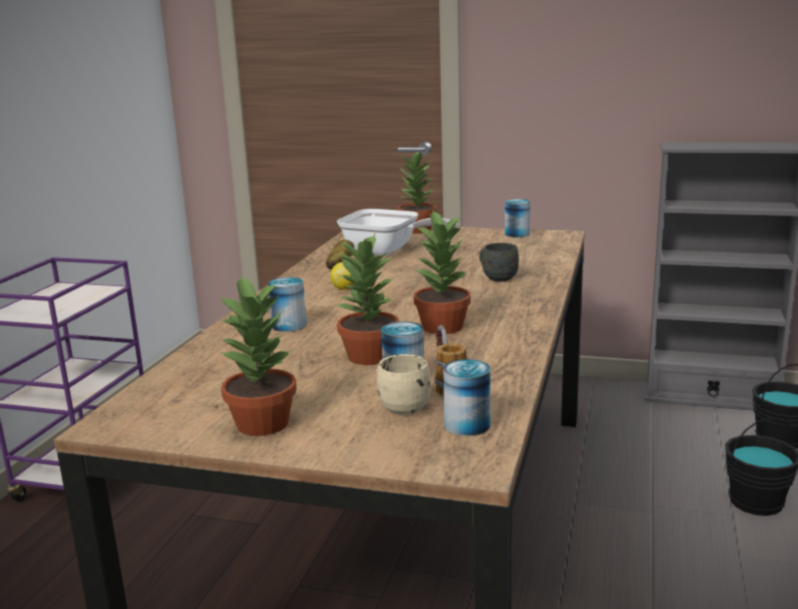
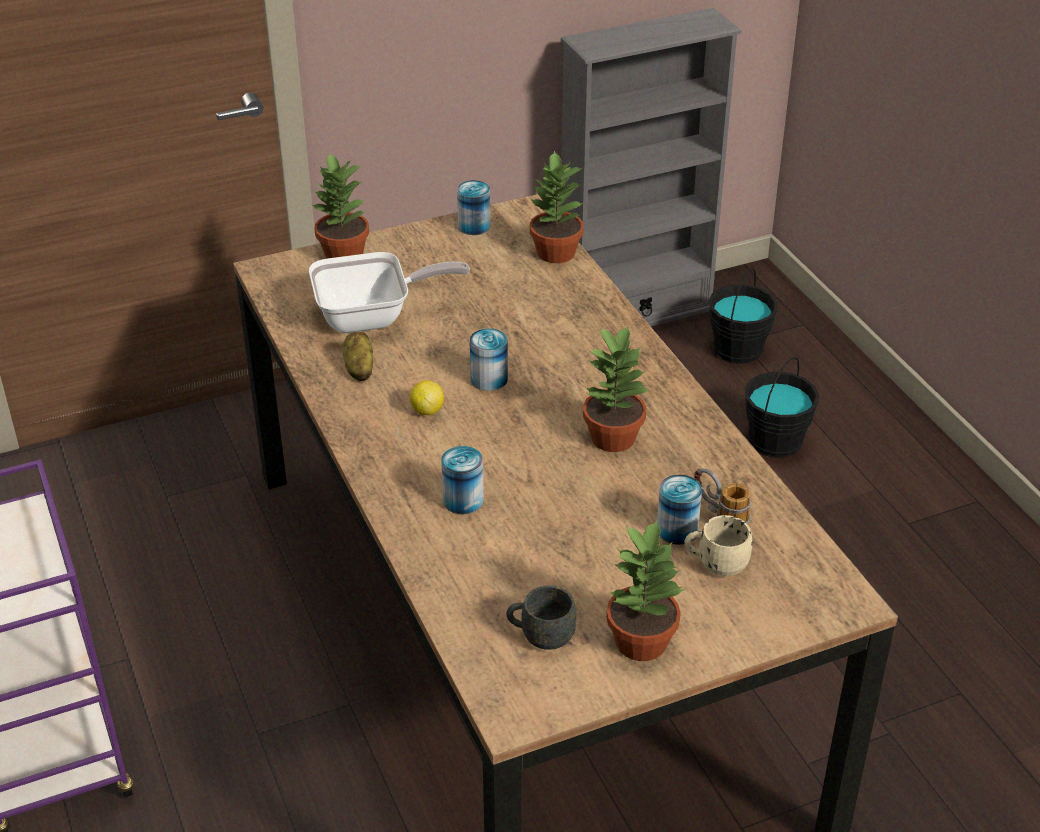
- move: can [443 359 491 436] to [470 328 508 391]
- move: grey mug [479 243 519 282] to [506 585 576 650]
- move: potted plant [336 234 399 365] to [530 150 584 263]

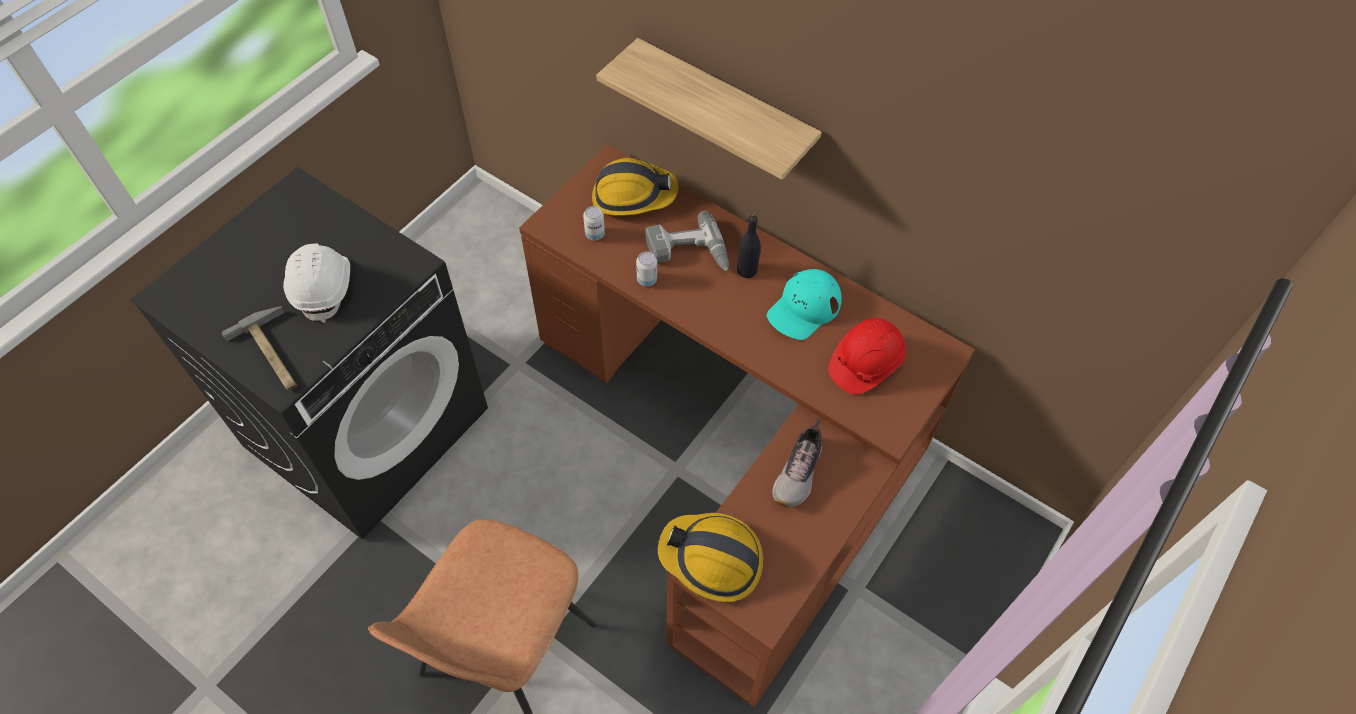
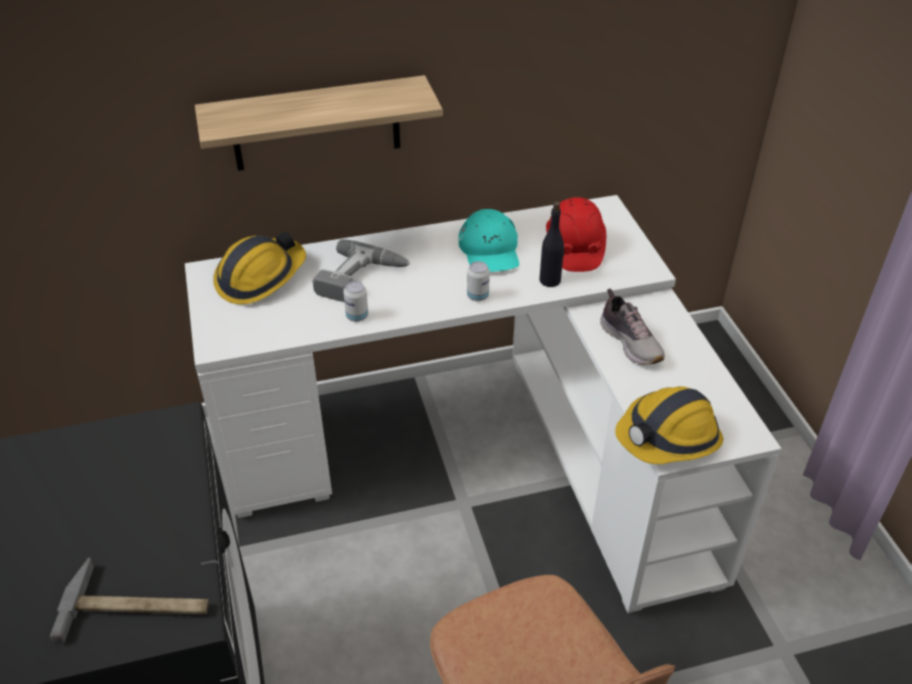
- recolor: brown desk [519 144 975 708] to white desk [185 195 781 613]
- move: can [583 206 605 240] to [467 261 490 302]
- move: black bottle [737 211 761 278] to [539 202 564 287]
- delete: white hard hat [283 244 350 323]

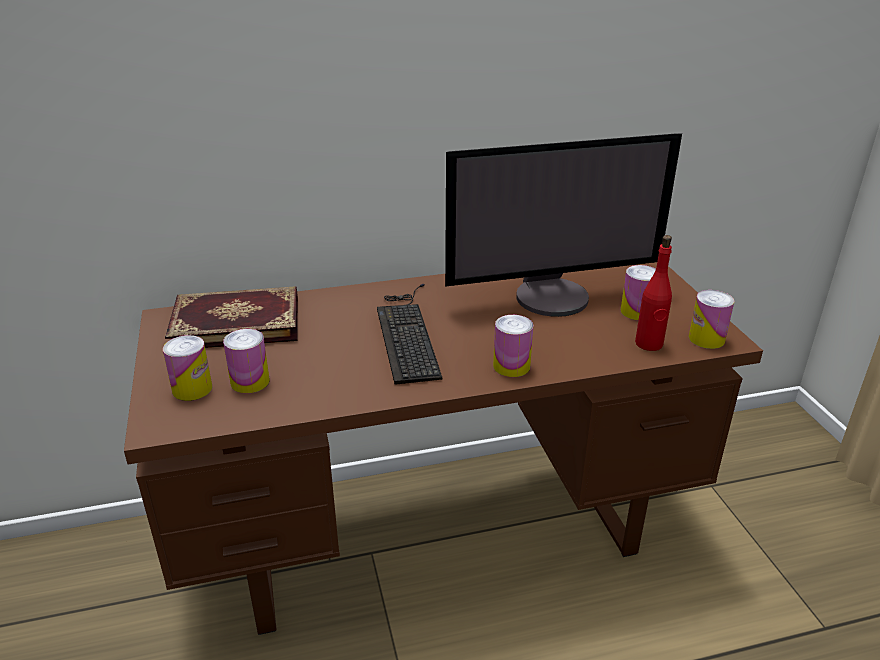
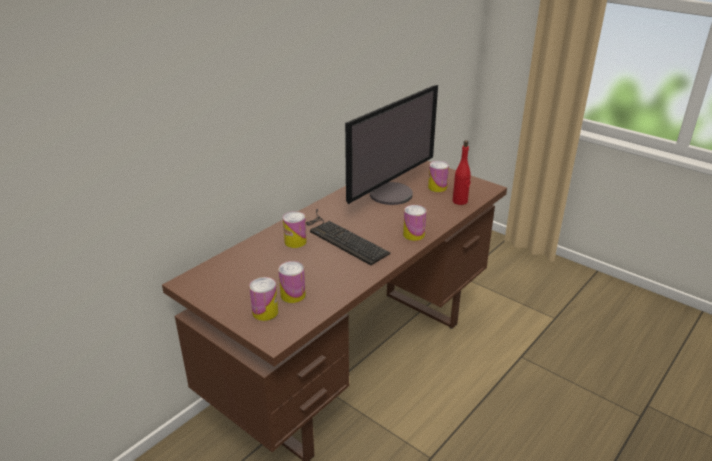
- move: can [689 290 734 349] to [283 211 307 248]
- delete: book [165 286 298 348]

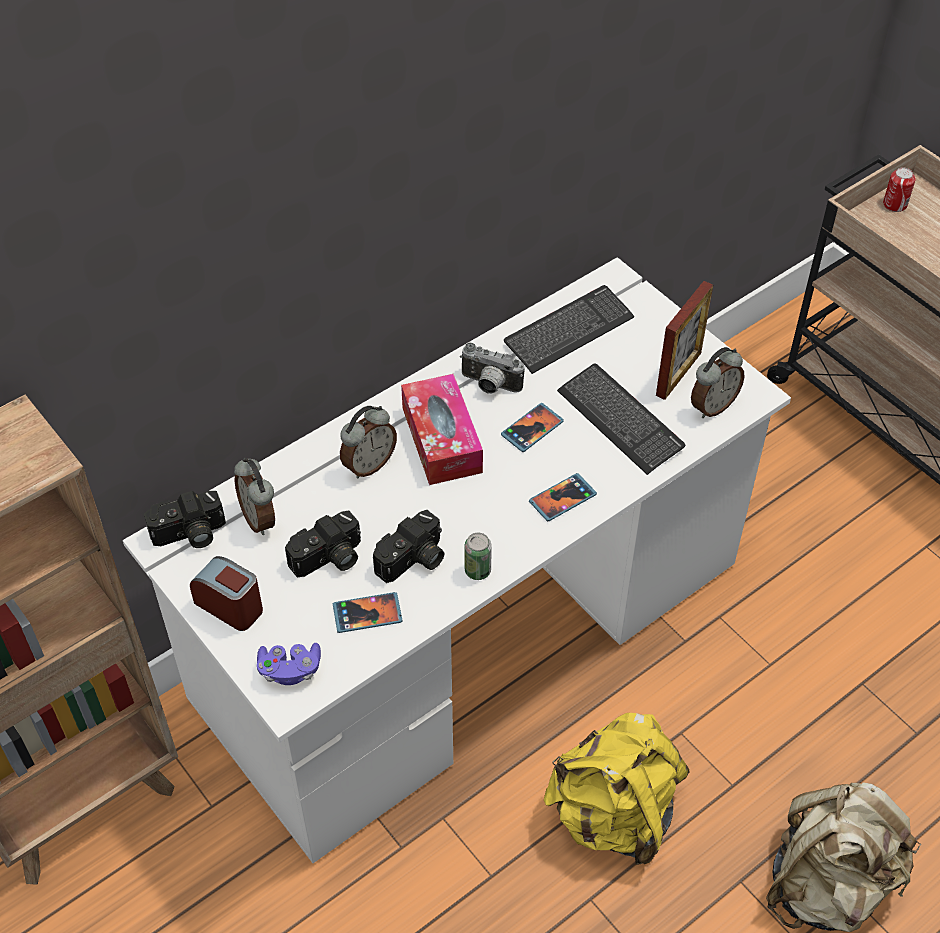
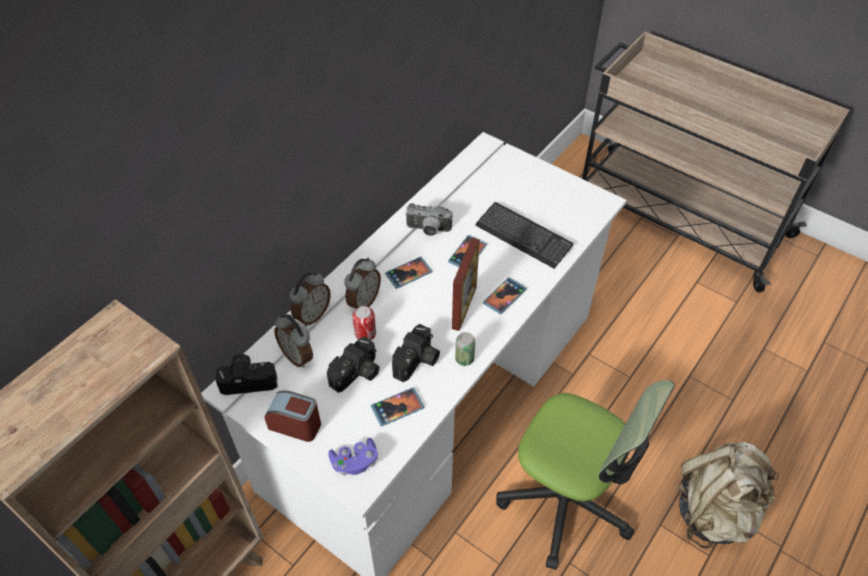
- rotate: photo camera [144 491 226 548] = [216 354 277 395] 150 degrees counterclockwise
- move: alarm clock [691 347 745 418] to [290 272 331 326]
- move: can [883 167 916 212] to [353 306 376 340]
- replace: tissue box [401 374 483 485] to phone [385 257 432 289]
- move: picture frame [656 281 713 400] to [452 238 480 331]
- replace: yellow backpack [544 713 690 865] to office chair [496 380 674 570]
- delete: keyboard [504 285 634 374]

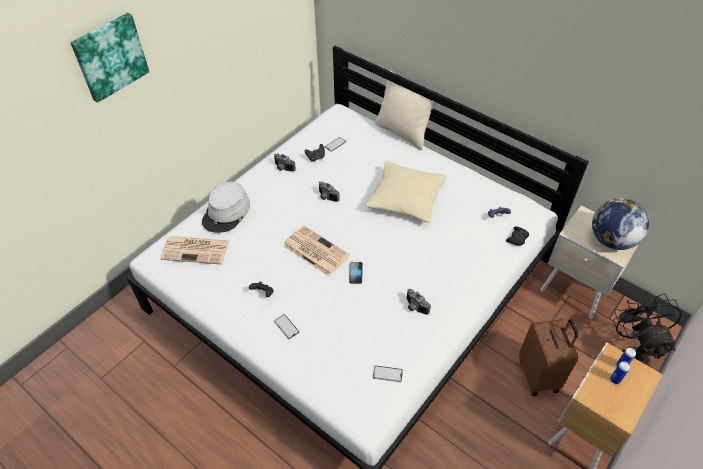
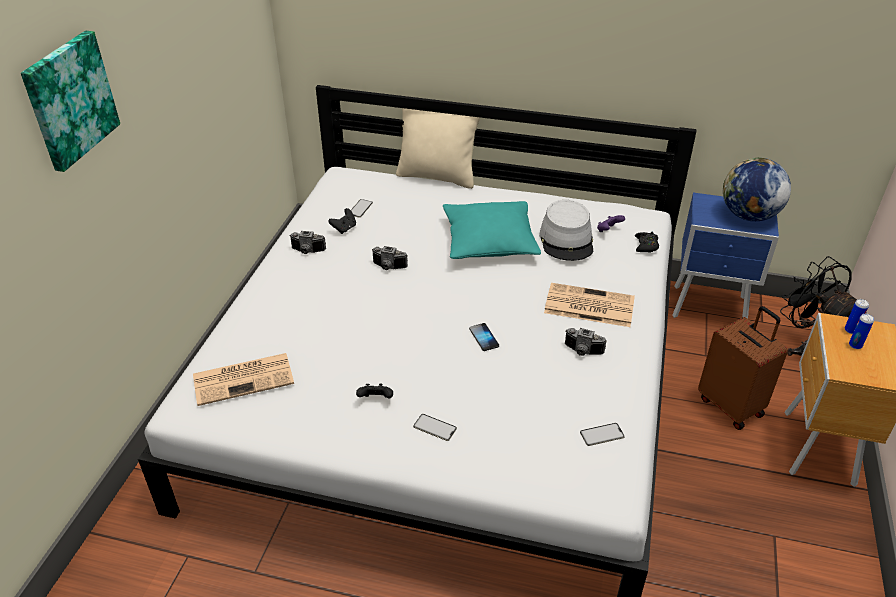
- recolor: beige pillow [365 161 446 223] to turquoise pillow [443 201 541 259]
- move: grey hat [202 182 250 233] to [539 200 593 261]
- move: newspaper [283 225 350 276] to [544 283 635 327]
- recolor: beige nightstand [541 206 639 319] to blue nightstand [672 193 779 319]

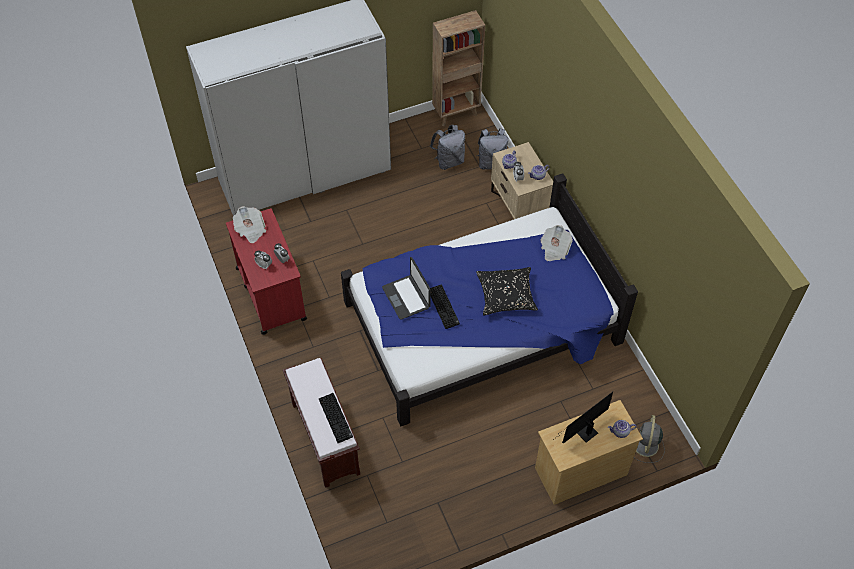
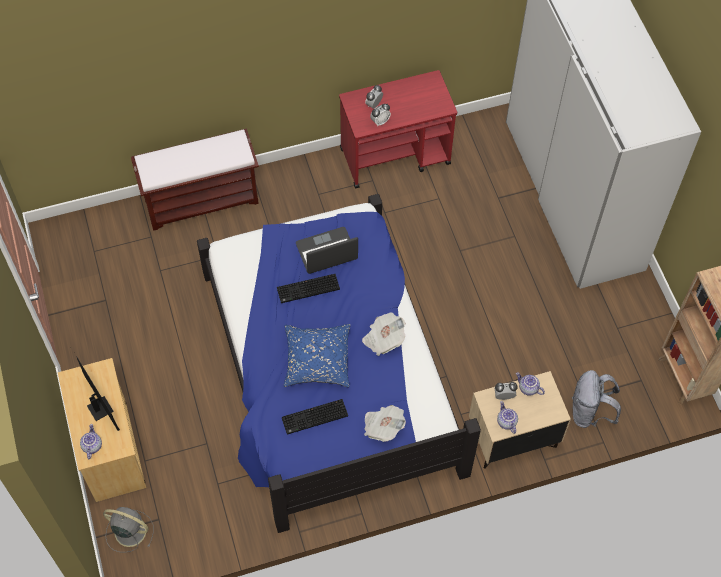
- move: keyboard [319 393 353 443] to [282 399 348 435]
- recolor: black pillow [476 267 538 315] to blue pillow [284 324 350 387]
- move: newspaper [233 206 266 243] to [362 312 406 356]
- delete: grey backpack [430 125 465 170]

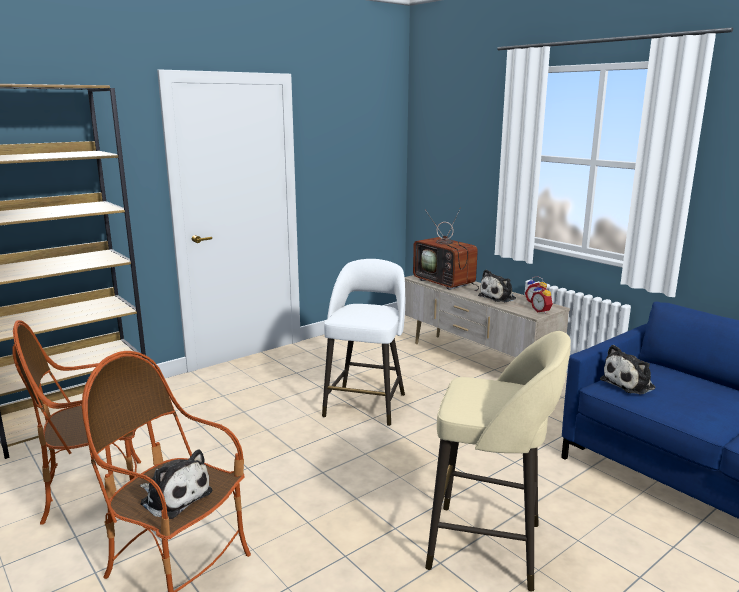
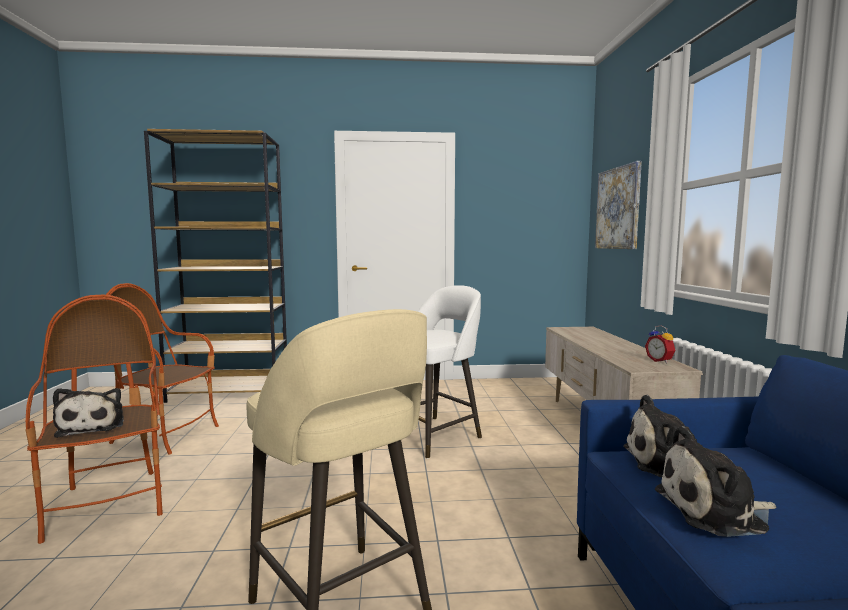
- insert: picture [595 161 642 249]
- move: plush toy [478 269 516 302] to [655 426 776 537]
- delete: television [413 207 479 291]
- delete: alarm clock [531 284 553 314]

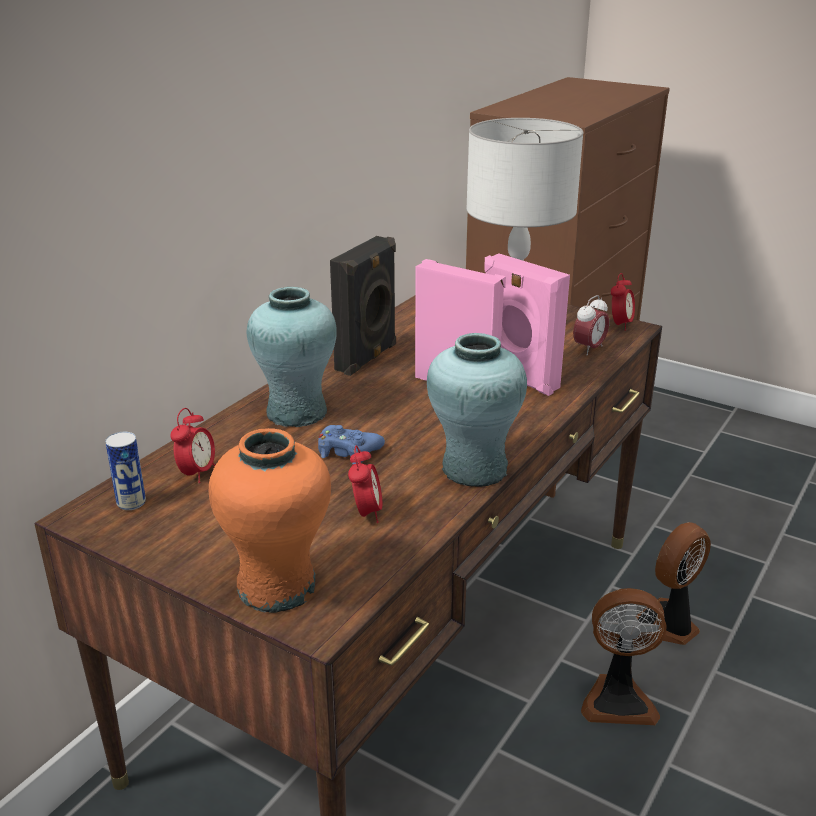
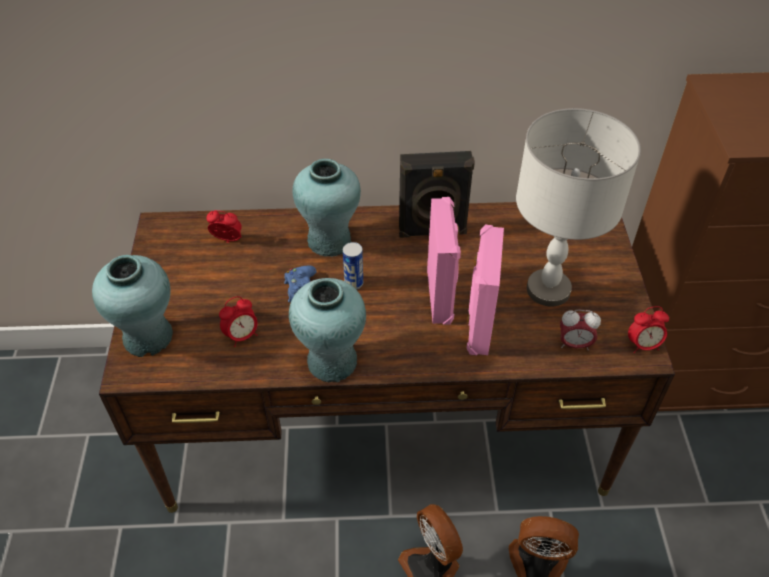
- recolor: orange vase [209 428 331 613] to turquoise vase [92 255 173 357]
- rotate: alarm clock [170 408 215 483] = [207 210 242 243] 150 degrees counterclockwise
- move: can [105 432 146 510] to [343 242 363 290]

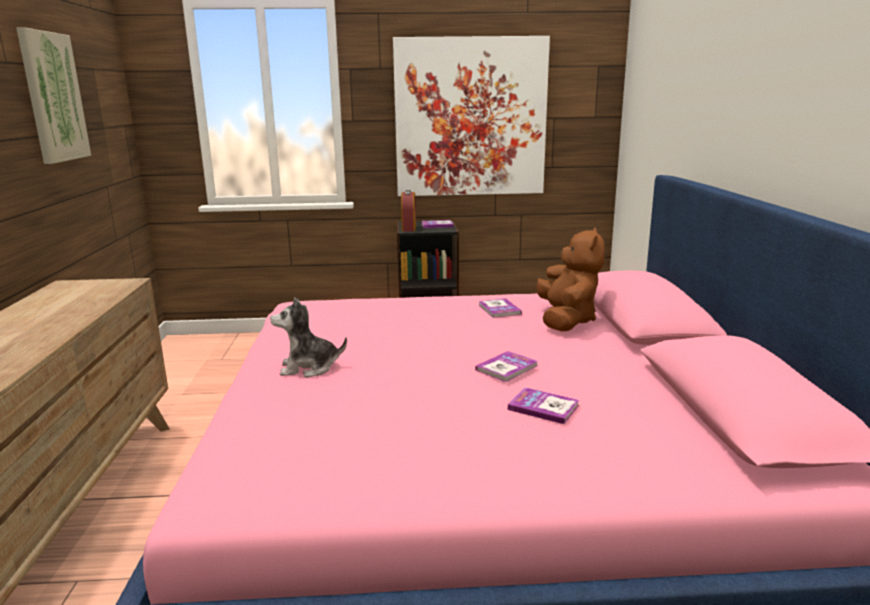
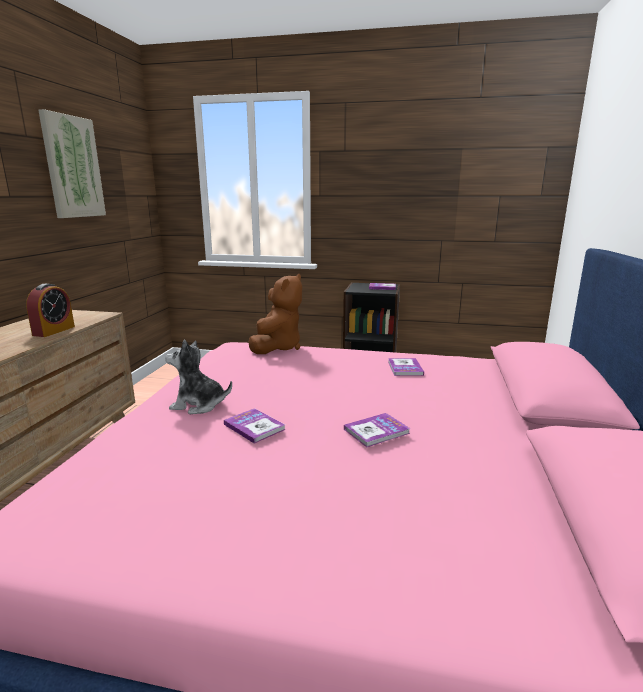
- move: alarm clock [401 190 416 231] to [26 284 75 337]
- move: book [508 387 579 424] to [224 408 285 444]
- move: brown plush toy [536 227 605 331] to [249 274 302 354]
- delete: picture [393 36 550 196]

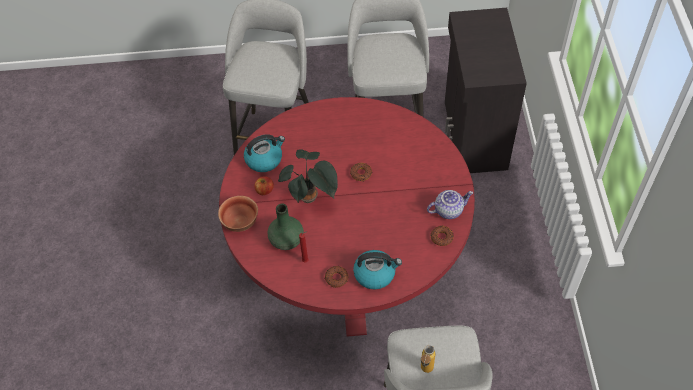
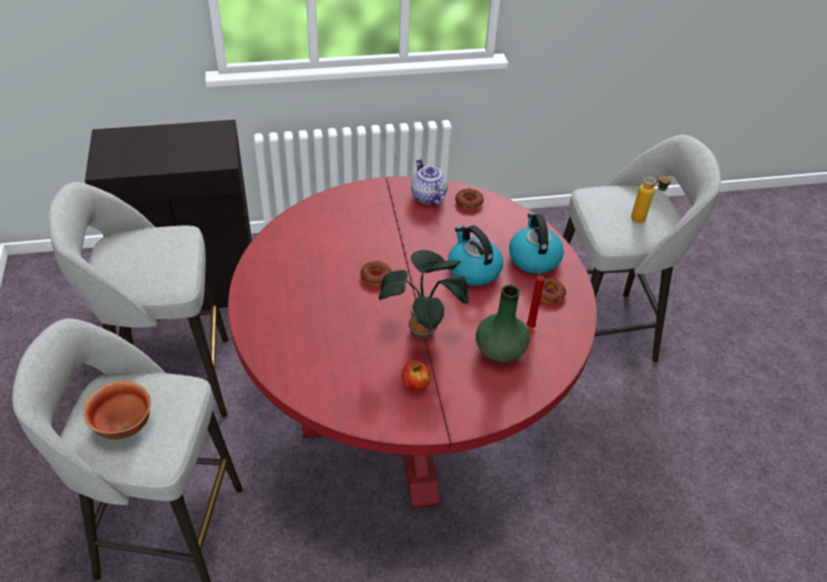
- move: bowl [218 196 258 232] to [83 381 151 440]
- move: kettle [244 134 285 172] to [448 225 503 286]

